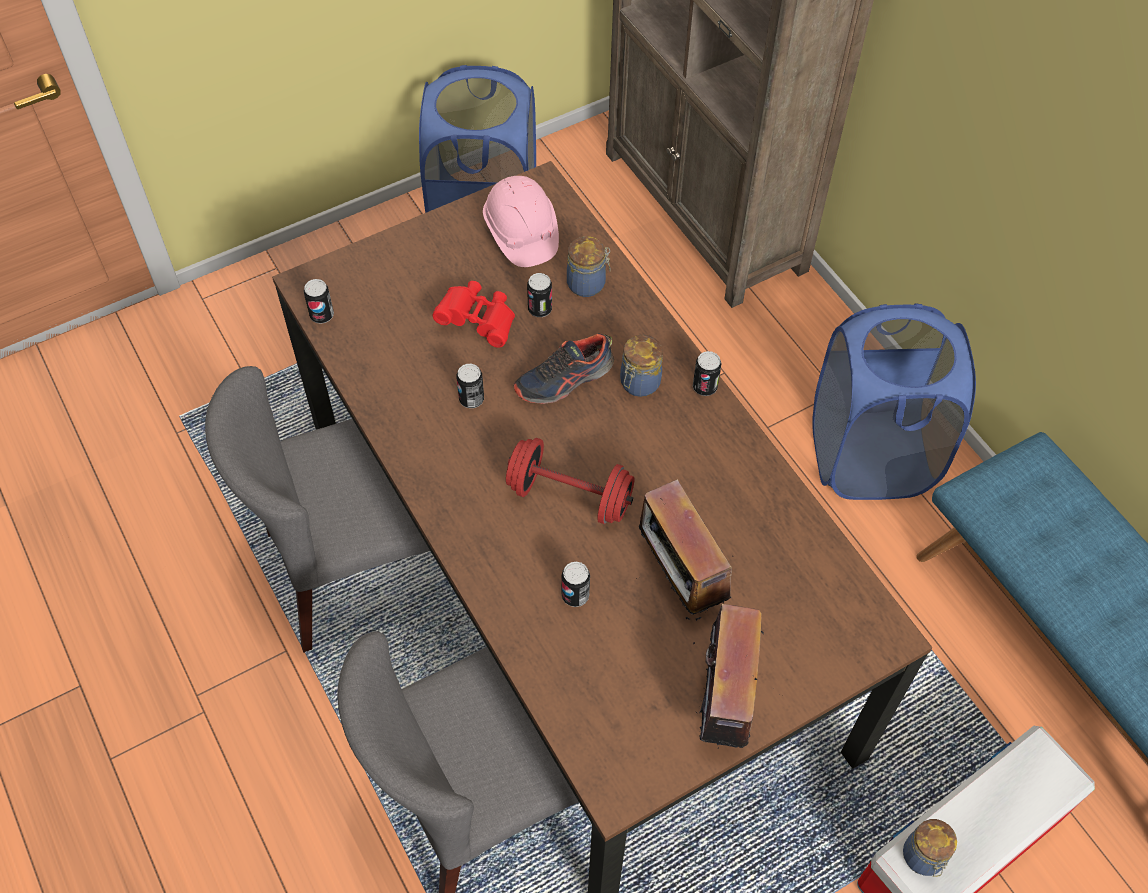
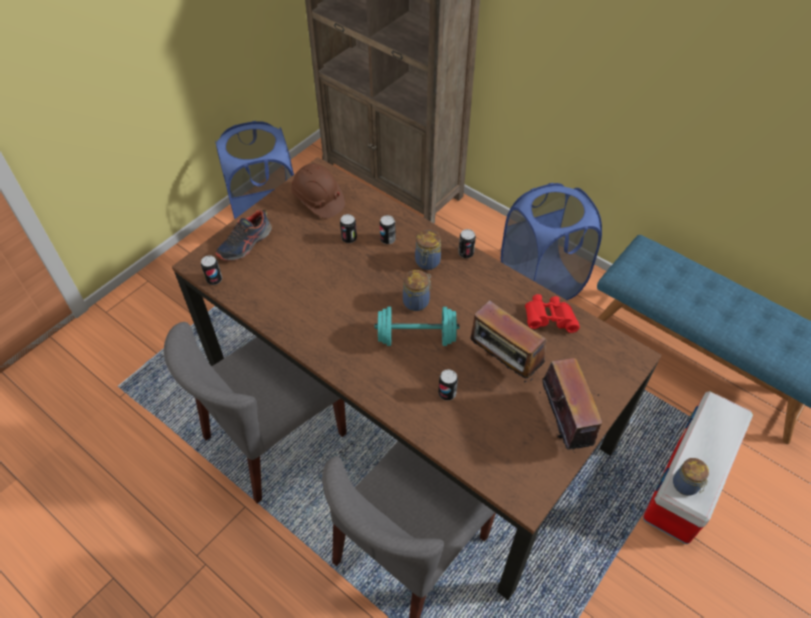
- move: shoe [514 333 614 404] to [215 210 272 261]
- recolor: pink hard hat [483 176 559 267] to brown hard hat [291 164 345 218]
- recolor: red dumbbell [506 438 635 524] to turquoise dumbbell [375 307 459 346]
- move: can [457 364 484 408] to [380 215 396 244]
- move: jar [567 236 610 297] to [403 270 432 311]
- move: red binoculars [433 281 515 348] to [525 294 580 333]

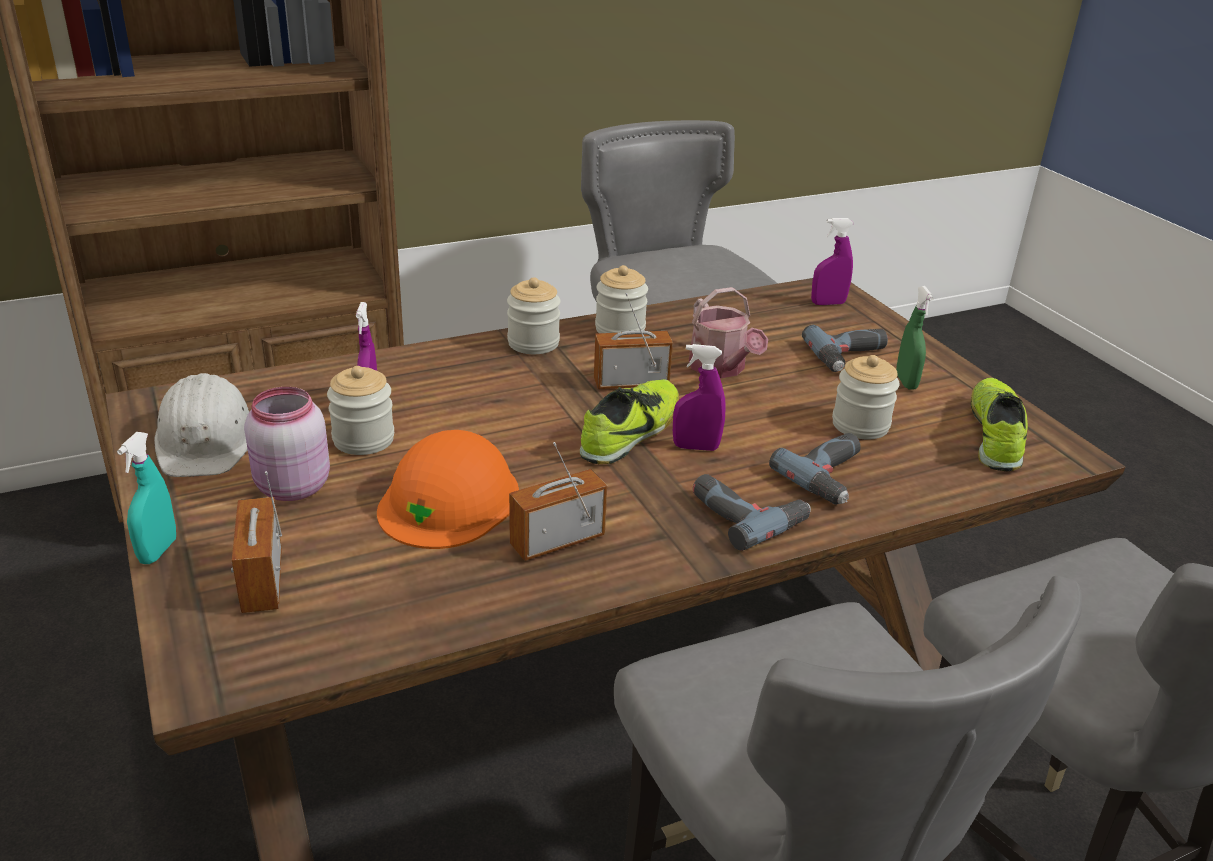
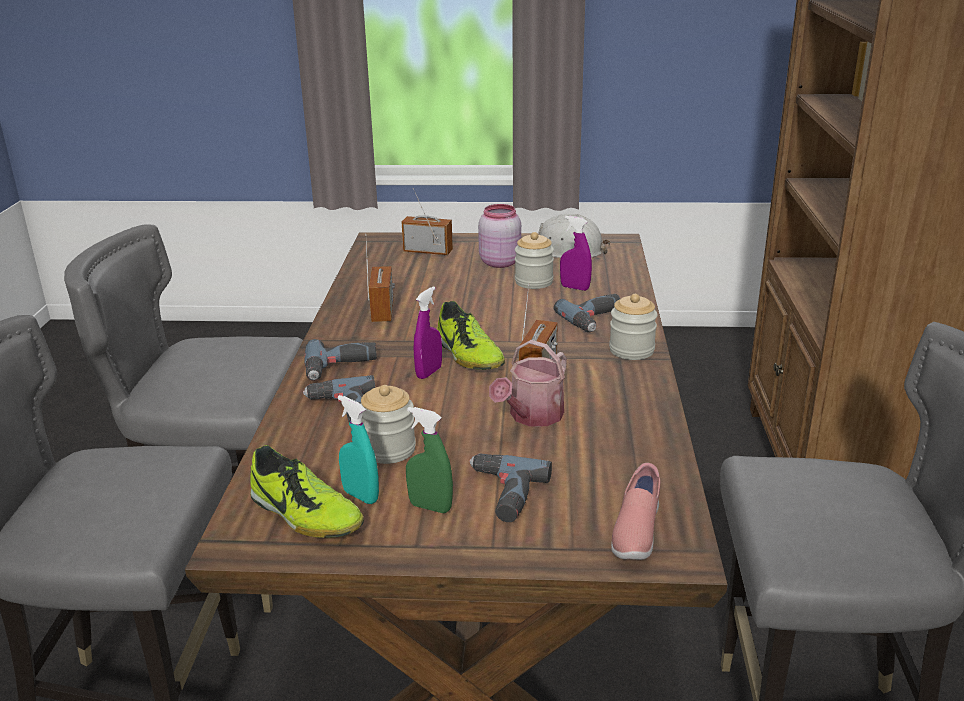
- move: turquoise spray bottle [117 432 176 564] to [338 395 379 504]
- rotate: watering can [689 287 768 378] = [489 340 567 427] 60 degrees counterclockwise
- insert: power drill [554 294 620 333]
- replace: purple spray bottle [811 218 854 305] to pink shoe [611 463 660 560]
- delete: orange hard hat [377 430 519 549]
- delete: jar [595 265 648 333]

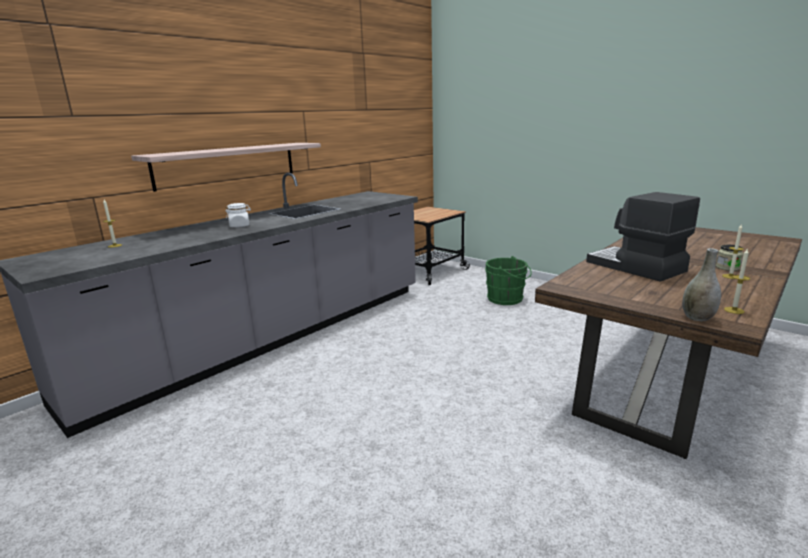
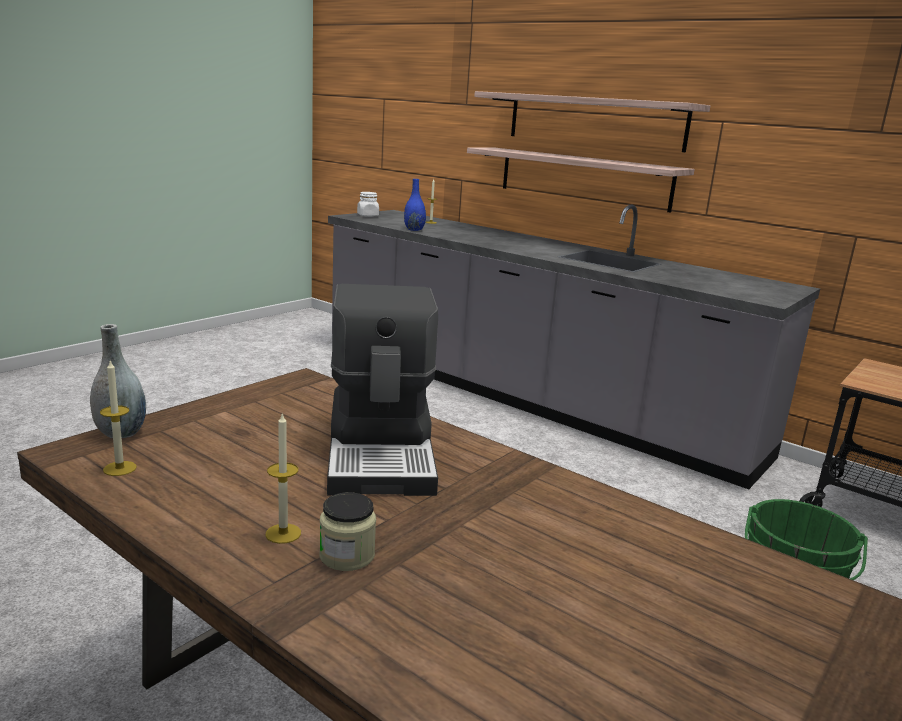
- rotate: coffee machine [586 192 700 282] = [327 284 438 496] 120 degrees clockwise
- move: white jar [225 203 251 228] to [357 192 379 217]
- insert: blue vase [404 179 426 231]
- insert: shelf [474 91 710 153]

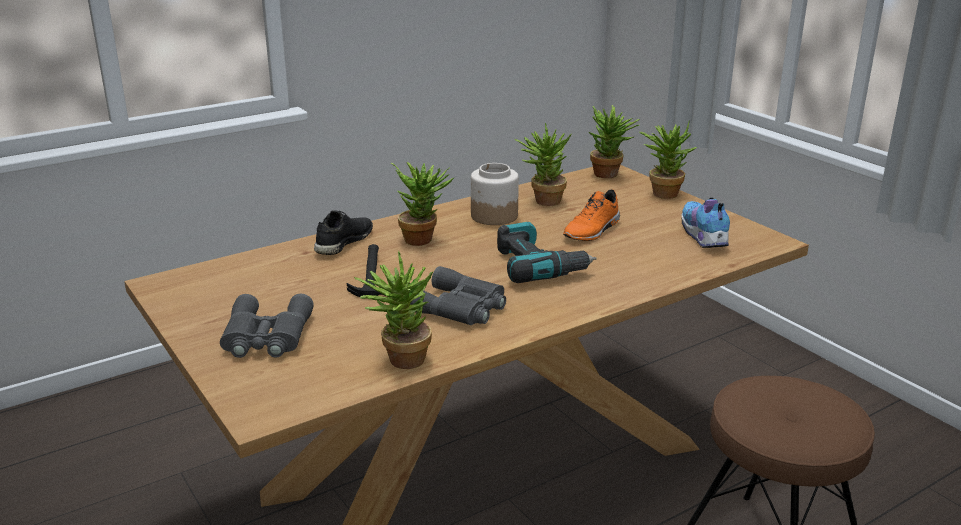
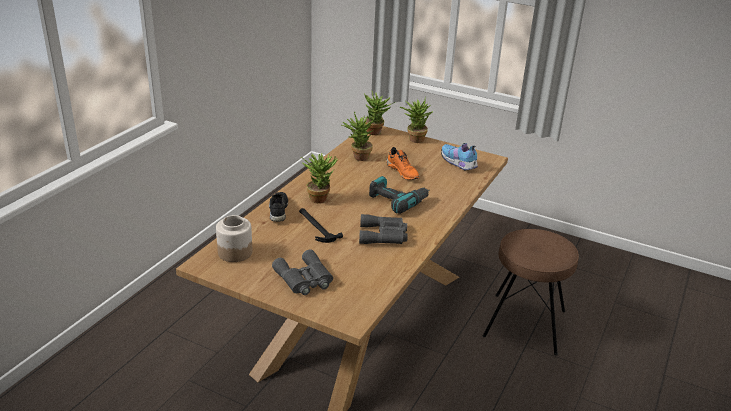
- move: jar [471 163 519 225] to [216 215 252 262]
- rotate: orange shoe [563 190 620 241] = [386 147 419 180] 45 degrees counterclockwise
- delete: potted plant [354 251 434 369]

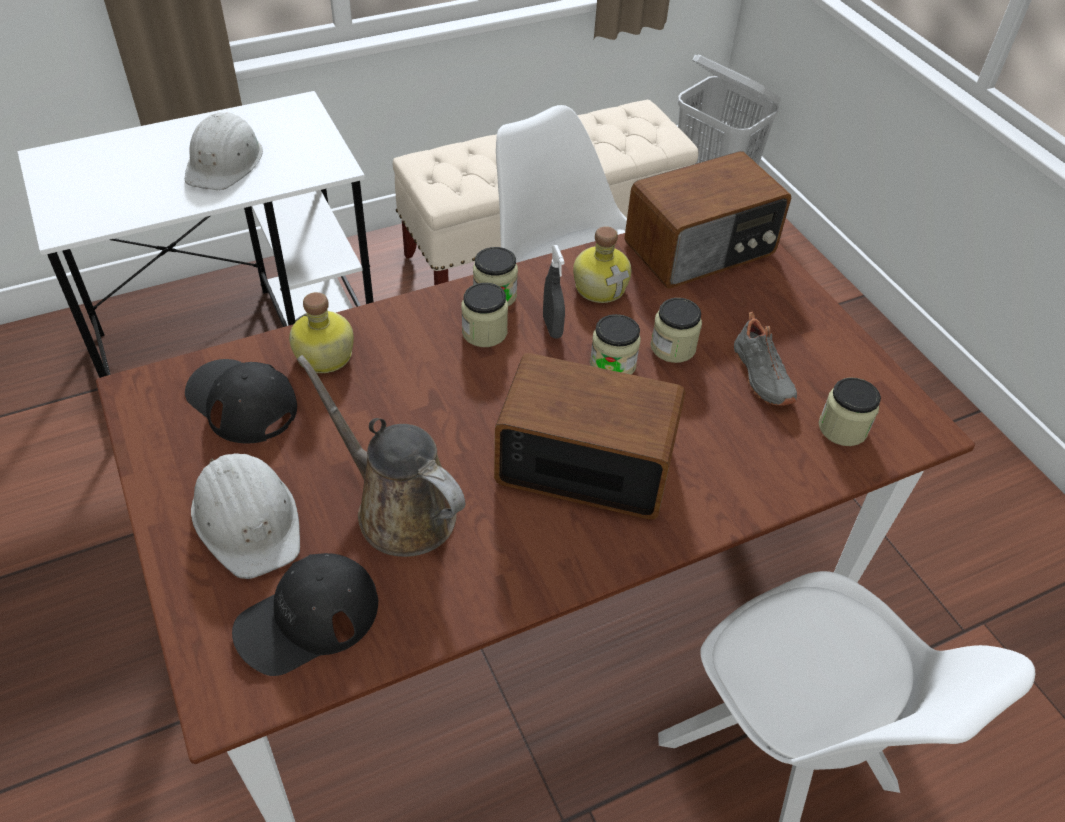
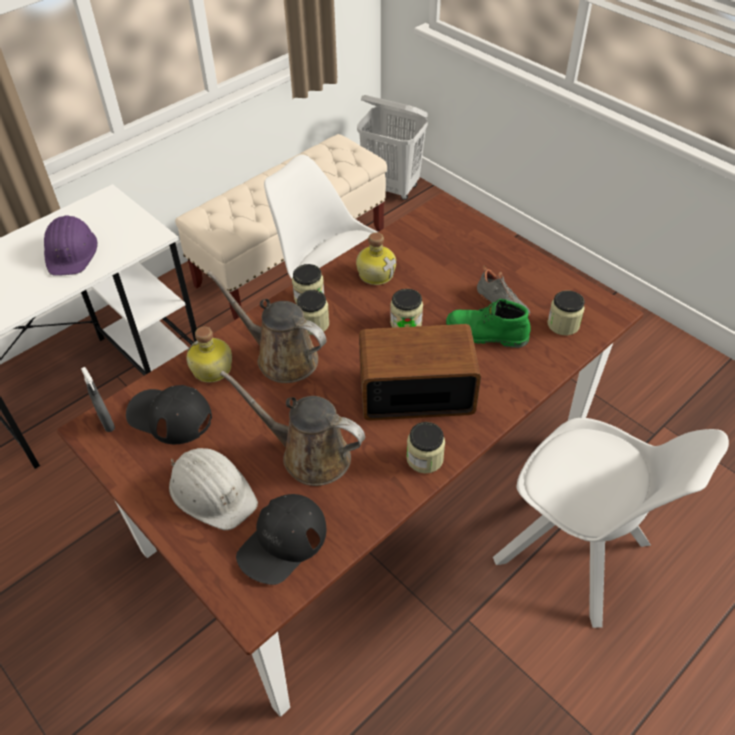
- recolor: white hard hat [185 112 263 190] to purple hard hat [44 215 98 276]
- move: grey spray bottle [543 245 565 339] to [81 367 115 432]
- insert: brown watering can [207 271 327 383]
- move: jar [650 298 702 363] to [406 422 445 473]
- insert: green boot [446 299 531 348]
- delete: radio [624 151 791 288]

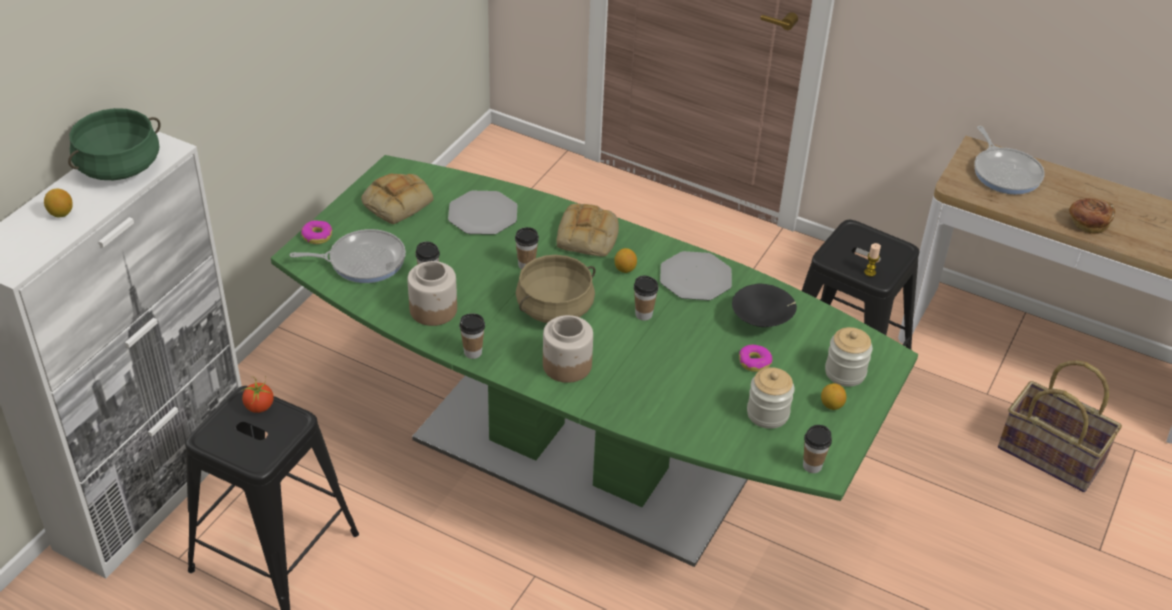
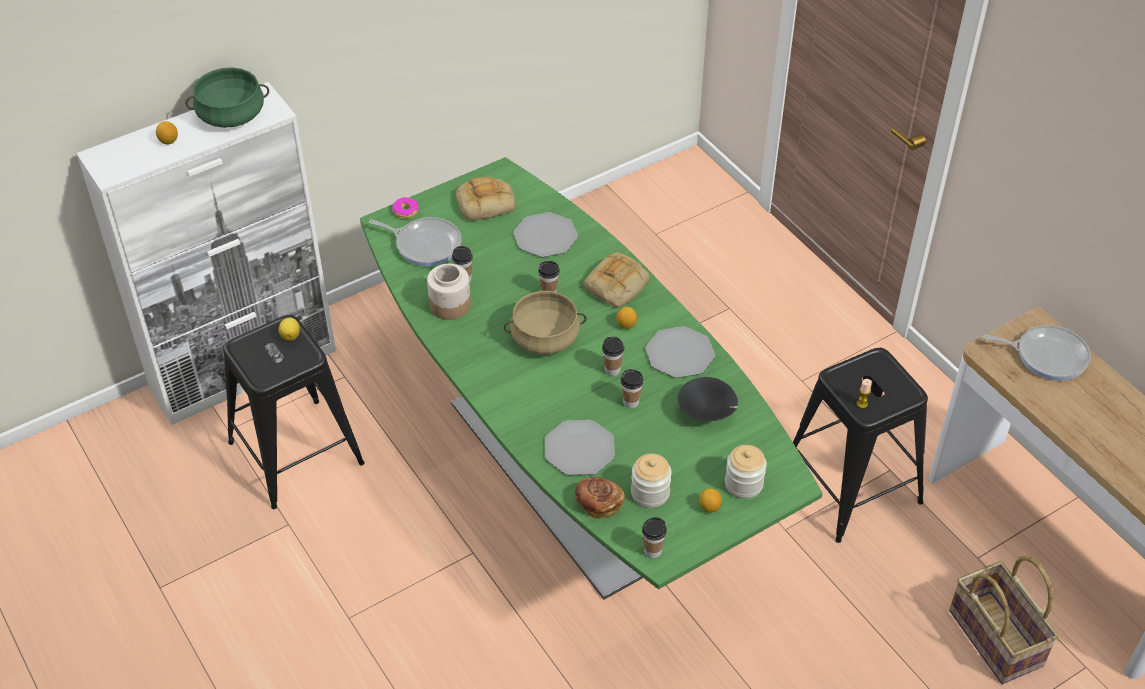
- replace: tomato [242 377 274 413] to lemon [279 318 300 341]
- insert: plate [545 420 615 475]
- move: bread [1069 198 1115 235] to [575 477 625 518]
- move: cup [459 313 485 359] to [621 369 644 408]
- rotate: frying pan [974 126 1045 194] = [983 325 1091 381] 90 degrees counterclockwise
- delete: jar [543 315 593 383]
- delete: donut [739 345 772 372]

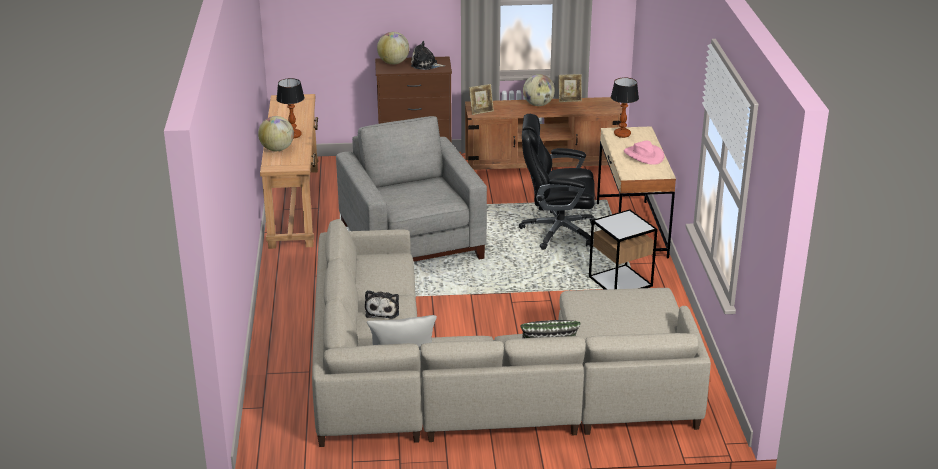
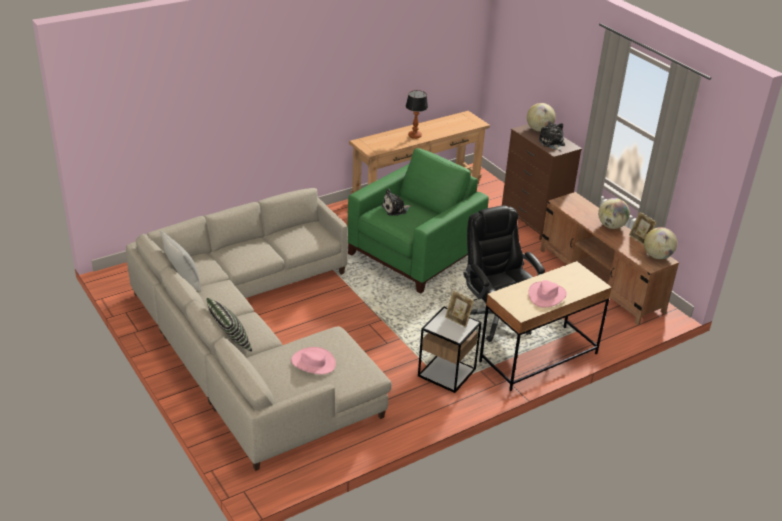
- insert: pink hat [291 347 336 374]
- recolor: grey armchair [336 116 487 262] to green armchair [348 148 489 294]
- move: plush toy [365 290 399 319] to [382 189 411 216]
- move: picture frame [469 84 494 115] to [445 290 474 328]
- move: globe [258 116 294 151] to [644 227 677 259]
- delete: table lamp [611 77 639 138]

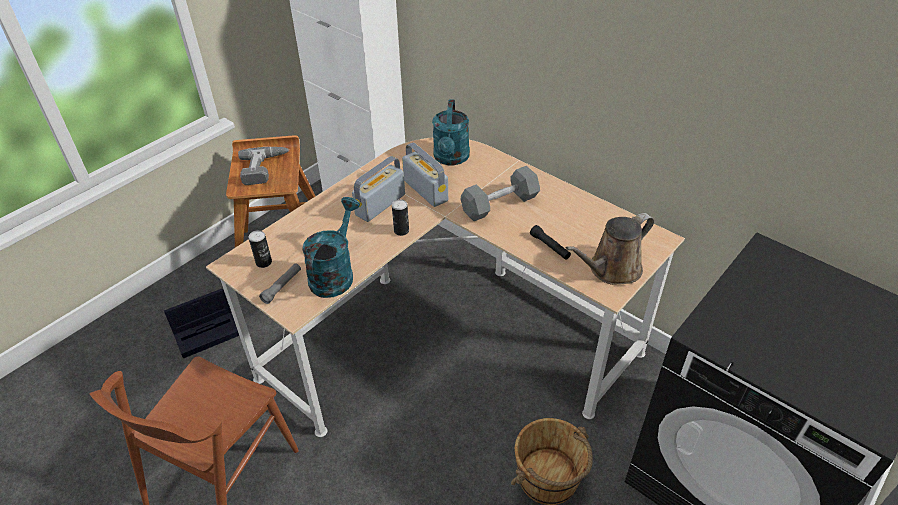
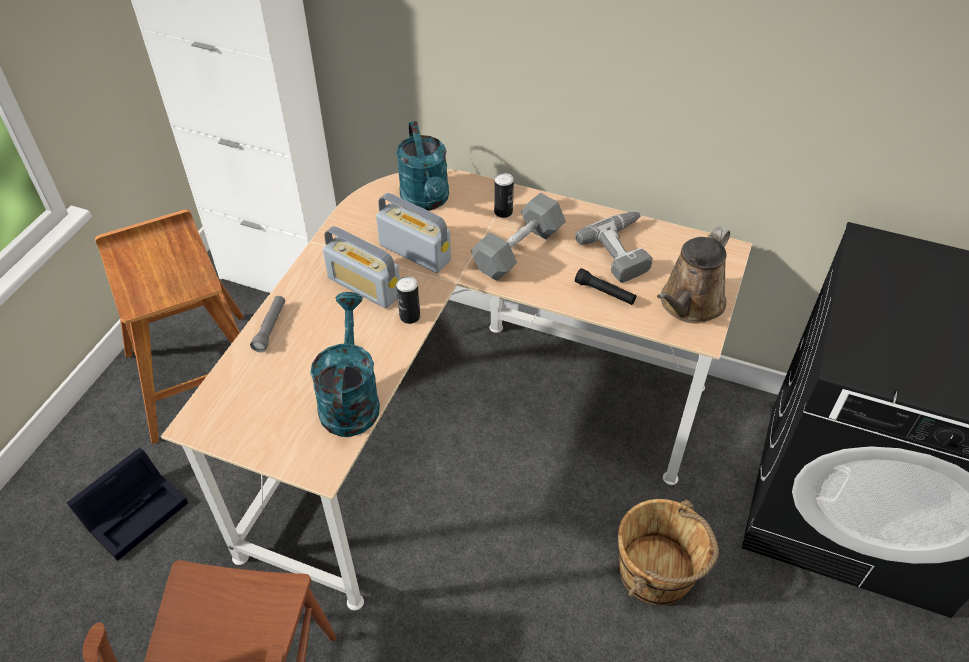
- move: grey flashlight [259 263 301 304] to [250 296 285 352]
- rotate: radio [352 156 405 222] = [323 226 400 309] 75 degrees counterclockwise
- move: can [248 230 272 268] to [494 173 514 218]
- move: power drill [238 147 289 185] to [575 212 653 283]

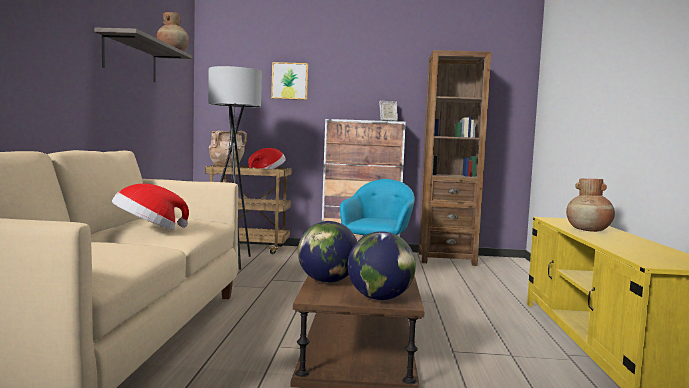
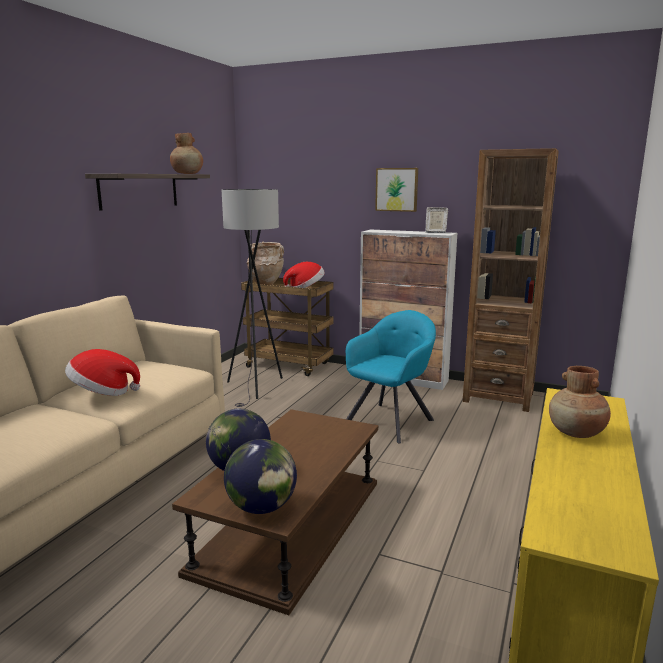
- move: picture [271 62 308 100] to [375 168 418 212]

